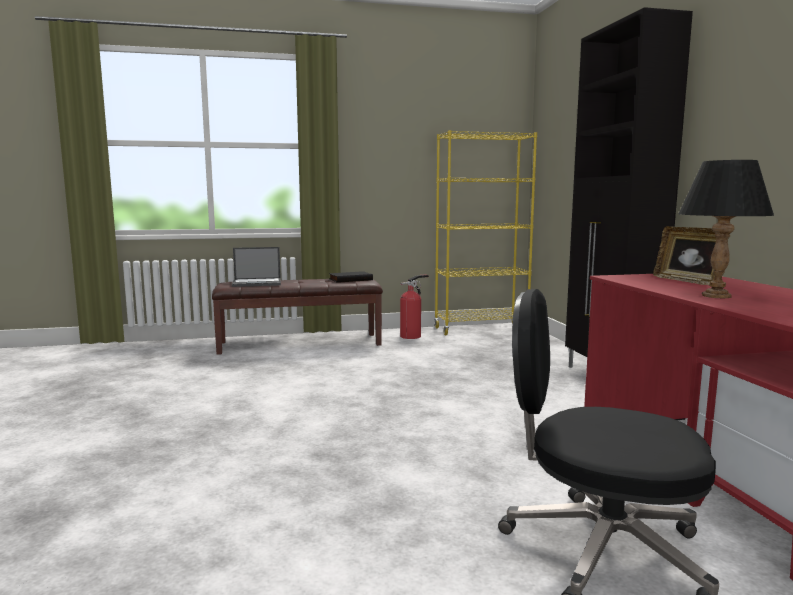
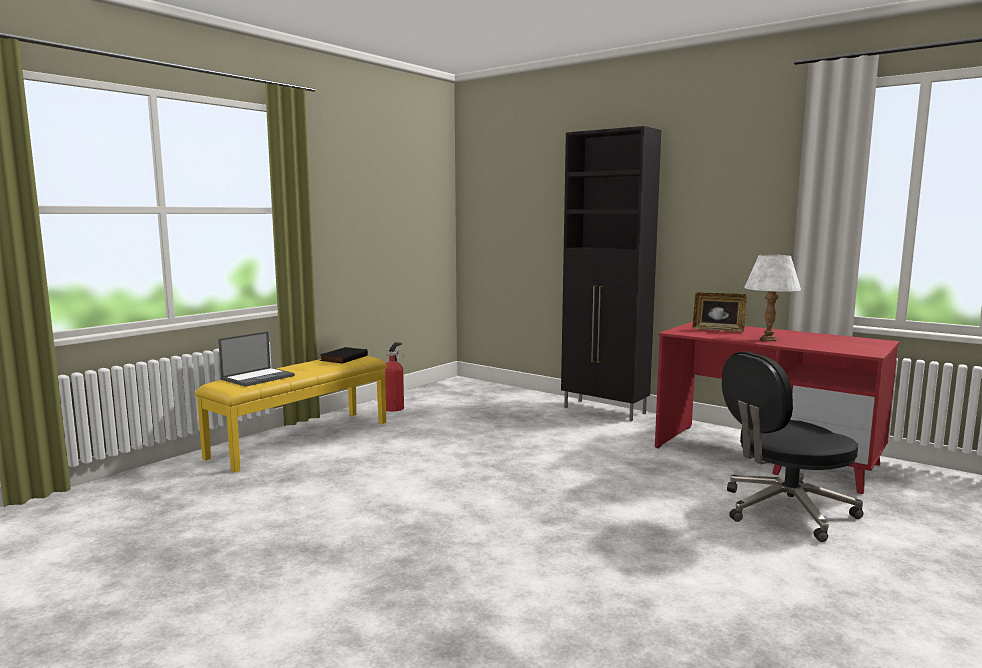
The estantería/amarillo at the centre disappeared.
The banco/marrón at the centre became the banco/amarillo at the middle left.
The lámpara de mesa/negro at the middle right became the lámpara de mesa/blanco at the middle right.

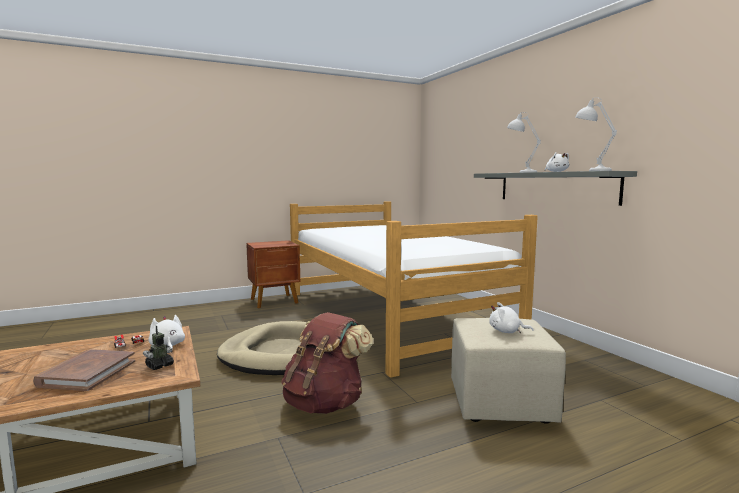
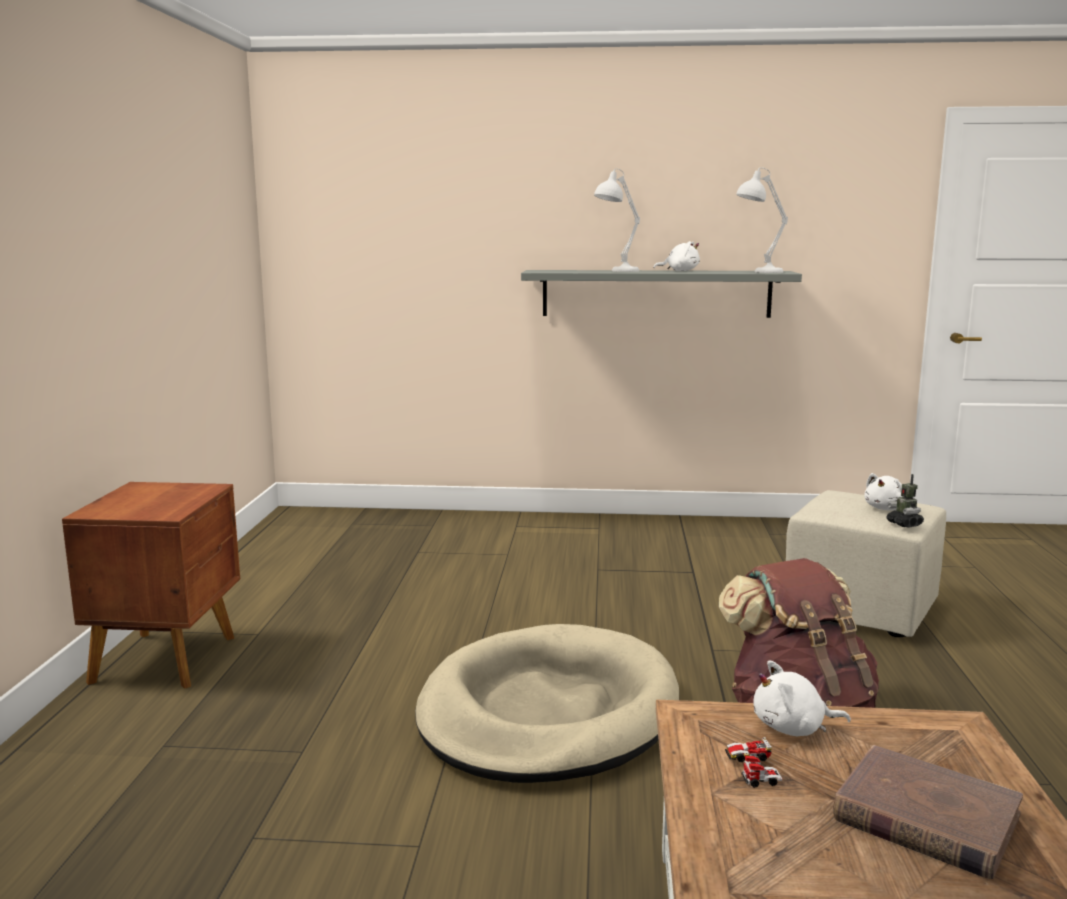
The cama at the centre disappeared.
The robot de juguete moved from the bottom left to the middle right.

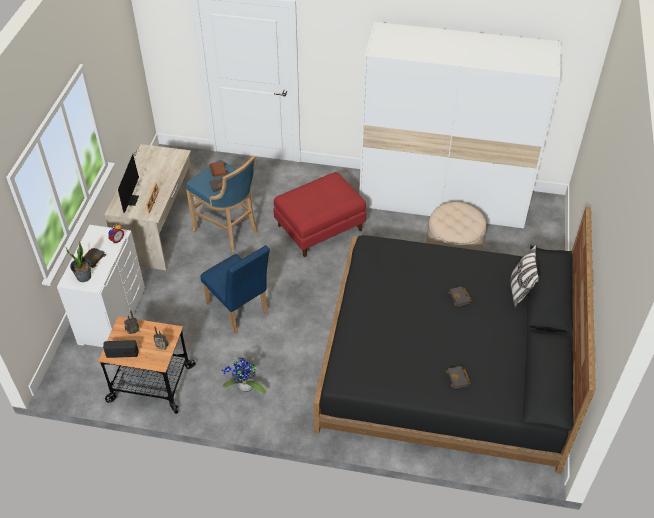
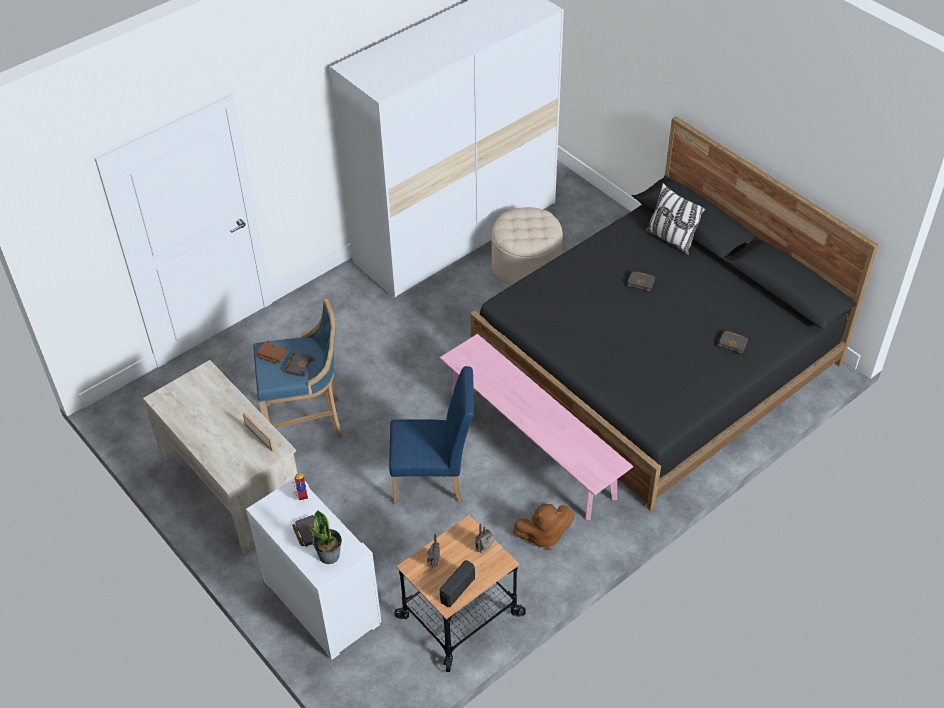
The monitor at the middle left disappeared.
The puf/rojo at the centre disappeared.
The banco/rosa at the centre appeared.
The planta en maceta (no. 2 from left) at the bottom centre was replaced by the peluche/marrón at the bottom centre.

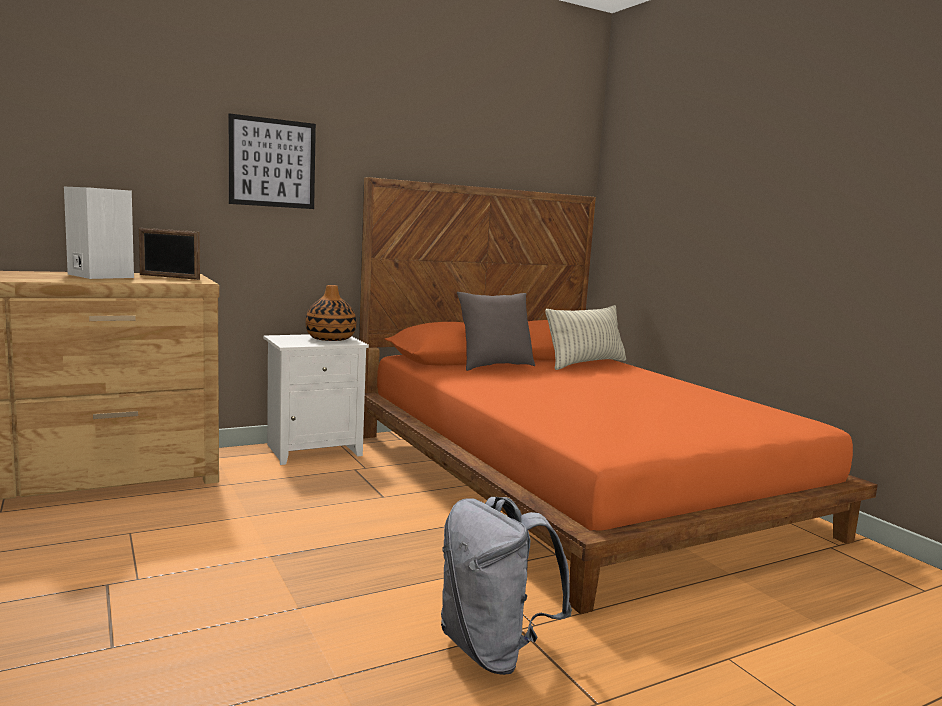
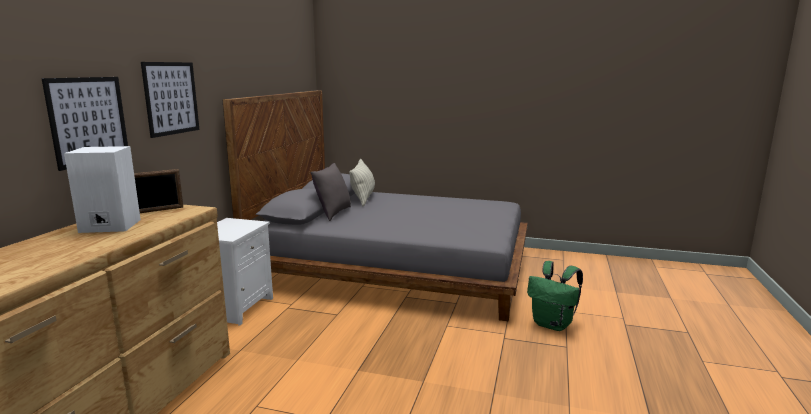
The florero at the centre disappeared.
The mochila/gris at the bottom centre disappeared.
The cuadro (no. 1 from left) at the top left appeared.
The mochila/verde at the bottom right appeared.
The cama/naranja at the centre became the cama/gris at the centre.

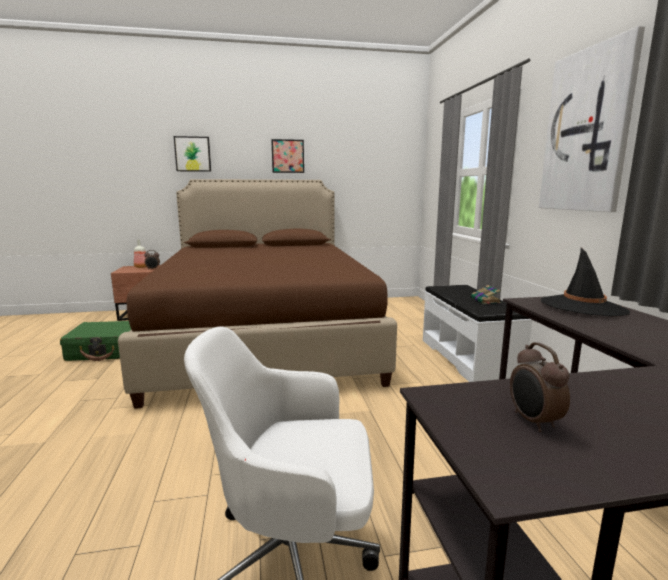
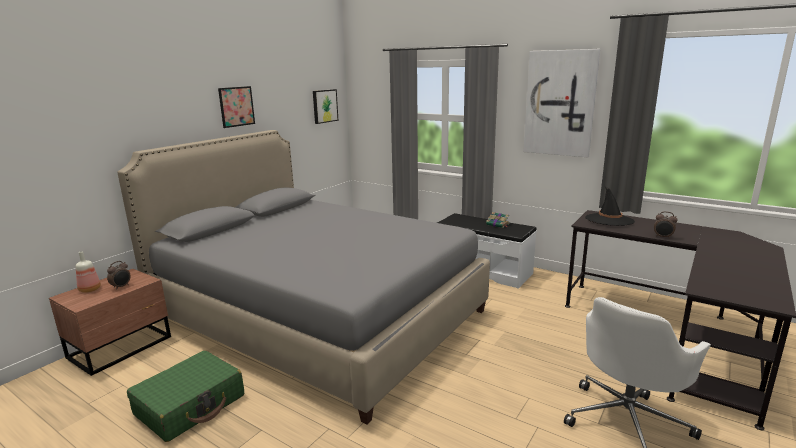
The cuadro (no. 1 from left in the first image) moved from the top left to the top centre.
The despertador (no. 2 from left) moved from the bottom right to the middle right.
The cama/marrón at the centre became the cama/gris at the centre.

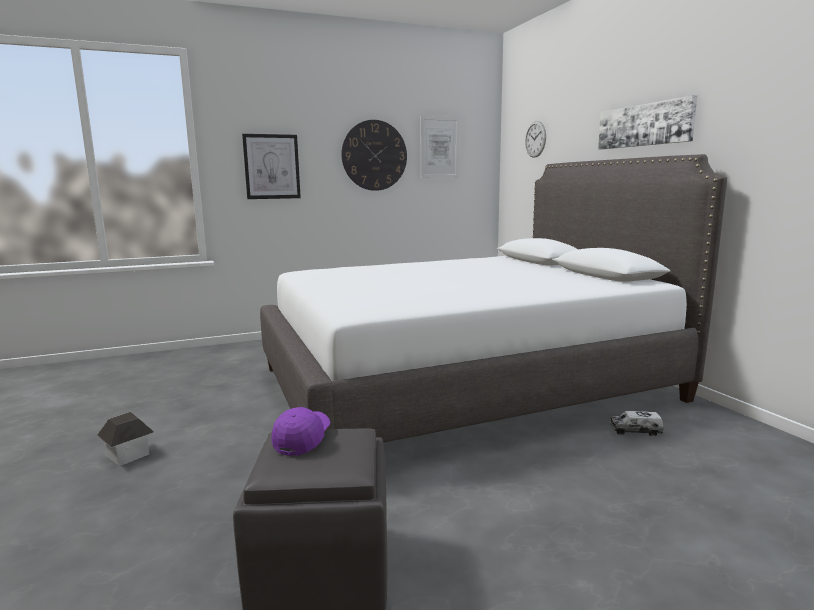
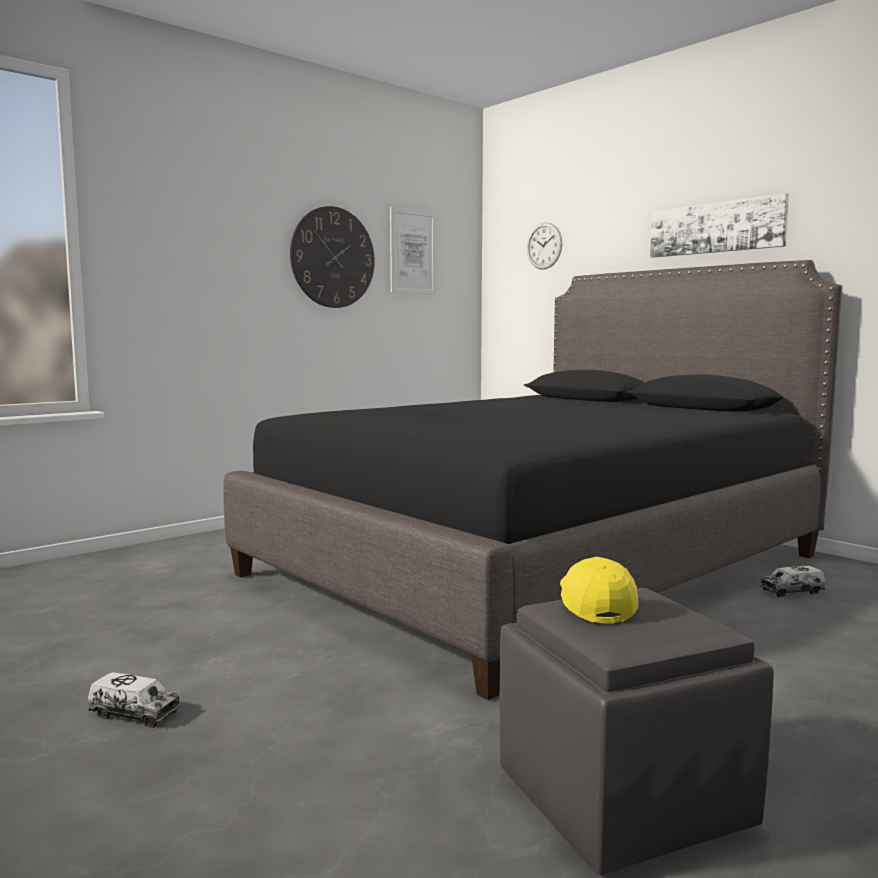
The cuadro (no. 1 from left) at the top left disappeared.
The casita at the bottom left was replaced by the camión de juguete (no. 1 from left) at the bottom left.
The cama/blanco at the centre became the cama/negro at the centre.
The gorra/morado at the bottom centre became the gorra/amarillo at the bottom right.

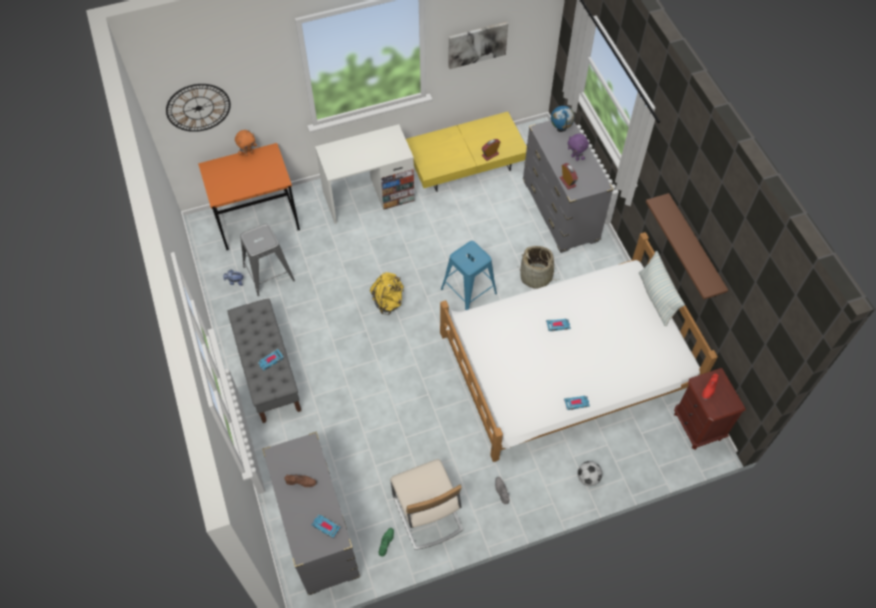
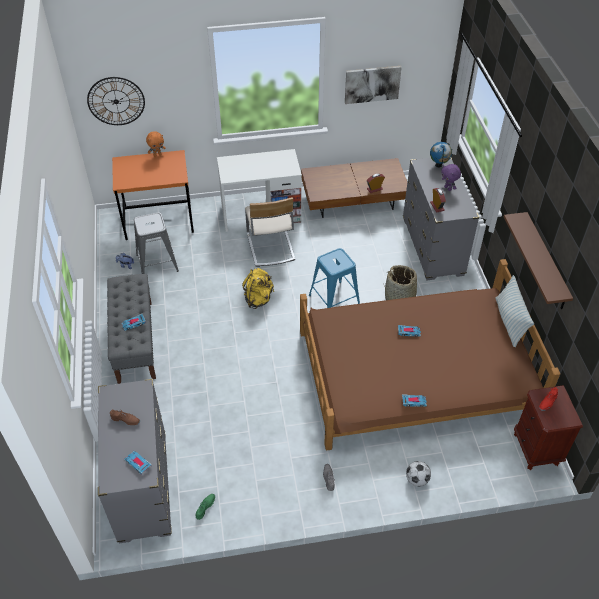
The silla/beis moved from the bottom centre to the centre.
The mesa de centro/amarillo at the top centre became the mesa de centro/marrón at the top centre.
The cama/blanco at the centre became the cama/marrón at the middle right.

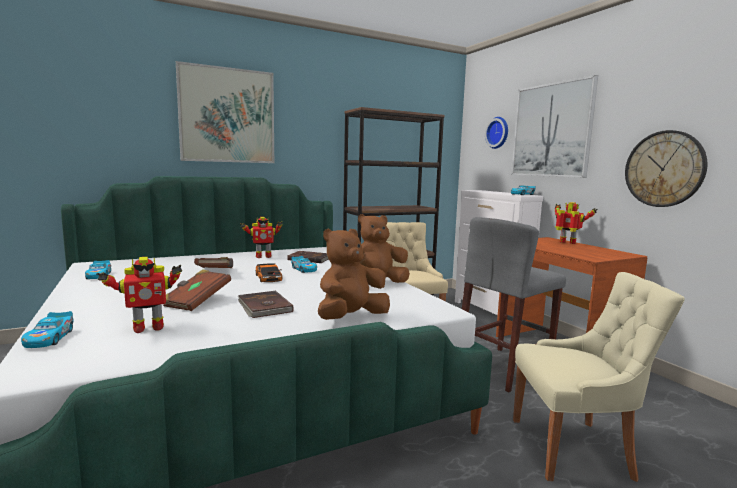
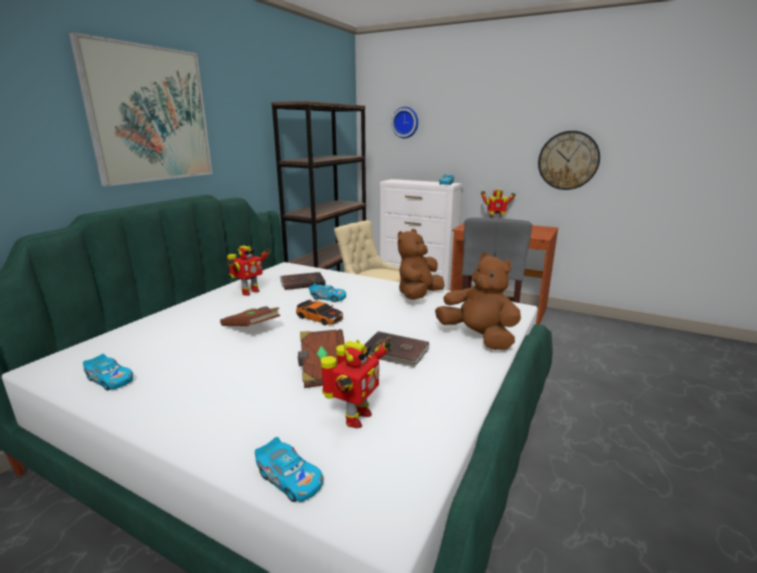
The cuadro (no. 2 from left) at the top right disappeared.
The silla/beis (no. 2 from left) at the bottom right disappeared.
The peluche/marrón (no. 1 from left in the first image) at the centre turned 120 degrees clockwise.

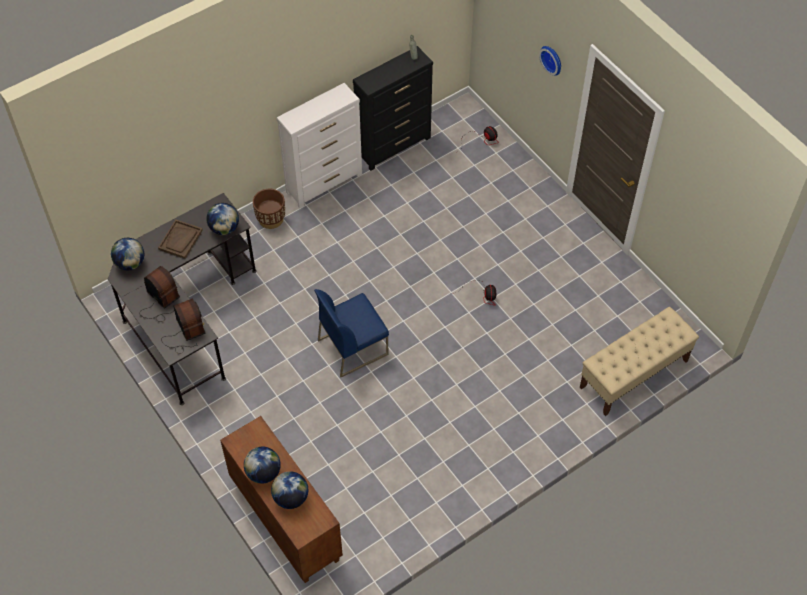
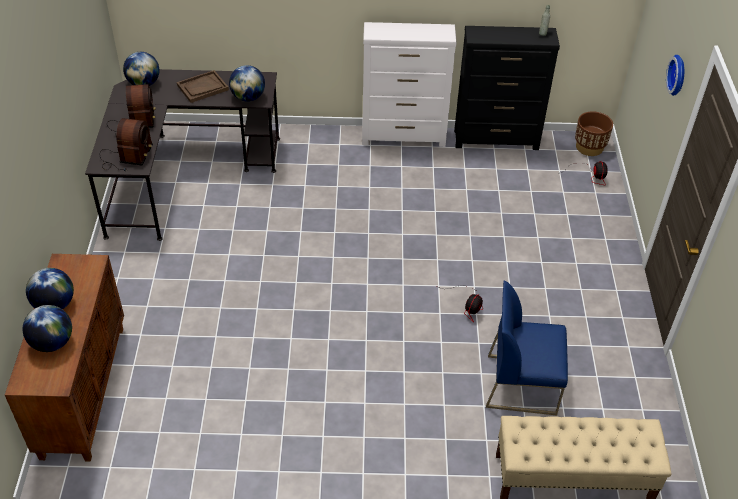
The maceta/marrón moved from the centre to the top right.
The silla/azul moved from the centre to the bottom right.

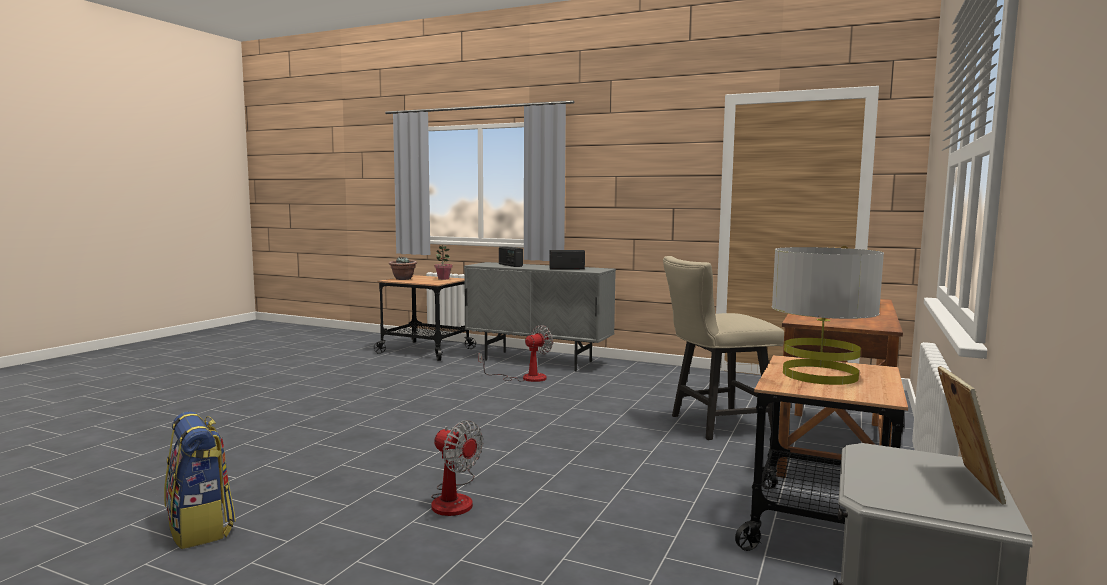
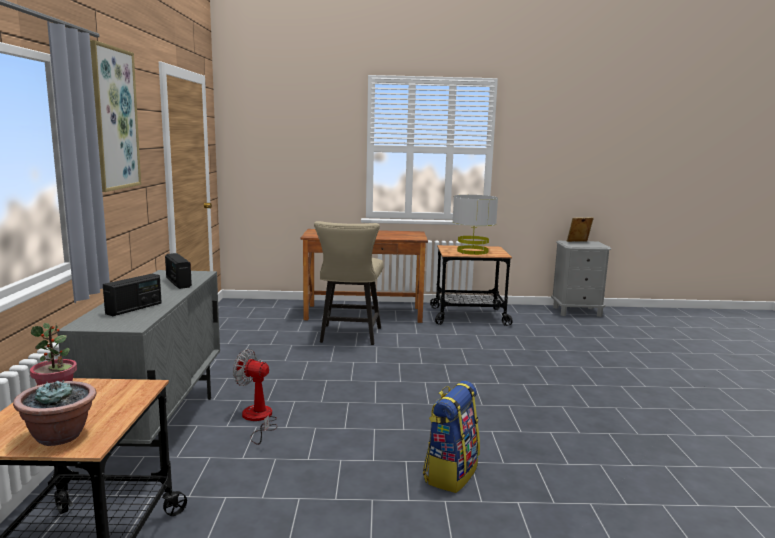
The ventilador (no. 1 from left) at the bottom centre disappeared.
The cuadro at the top left appeared.
The mochila moved from the bottom left to the bottom centre.
The silla/beis at the centre turned 45 degrees clockwise.

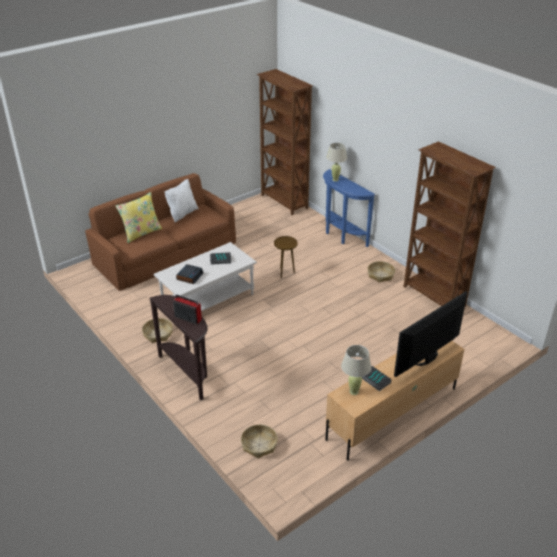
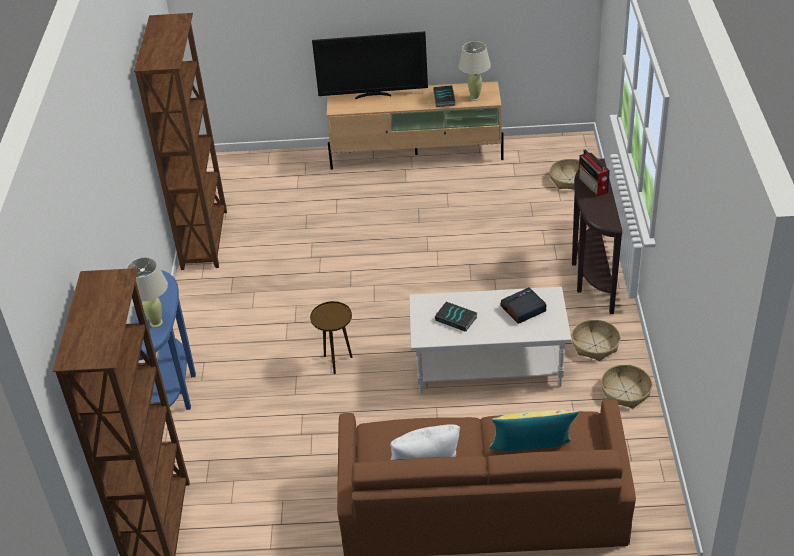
The cesta (no. 3 from left) moved from the middle right to the bottom right.

